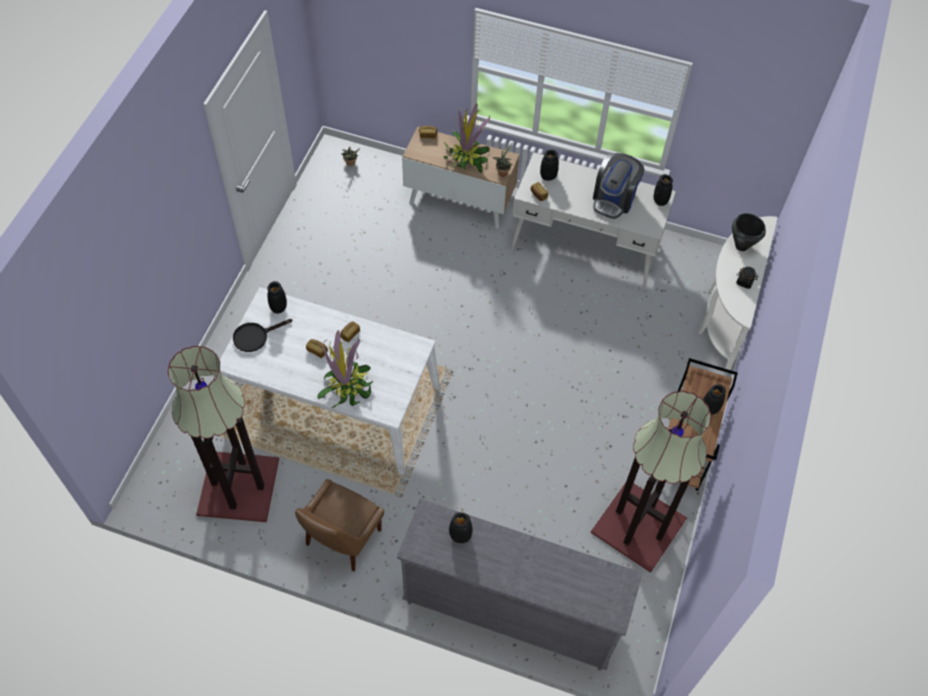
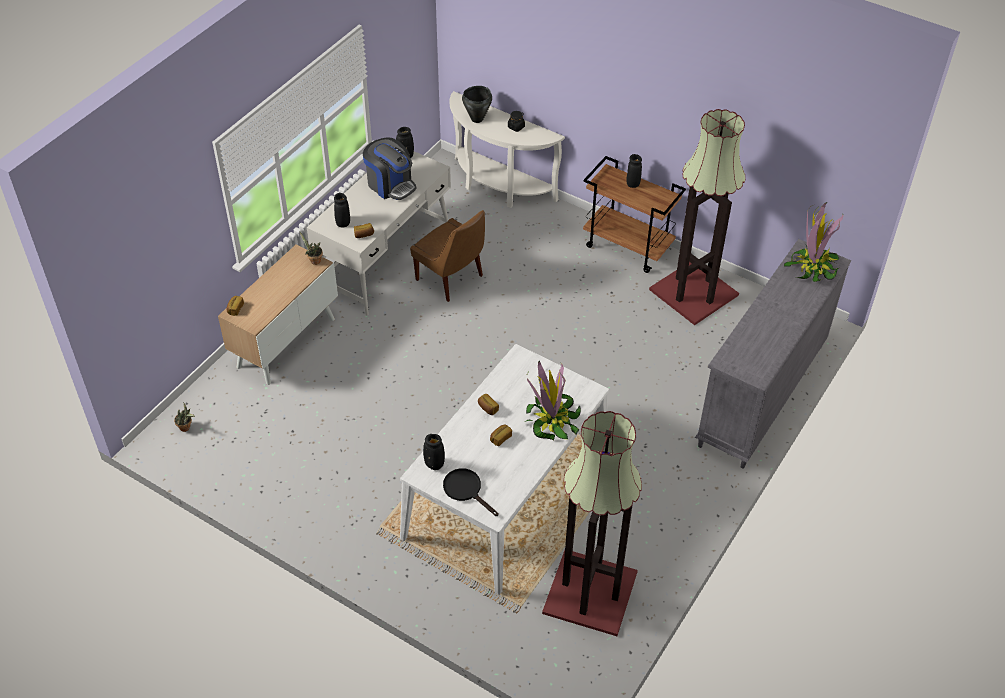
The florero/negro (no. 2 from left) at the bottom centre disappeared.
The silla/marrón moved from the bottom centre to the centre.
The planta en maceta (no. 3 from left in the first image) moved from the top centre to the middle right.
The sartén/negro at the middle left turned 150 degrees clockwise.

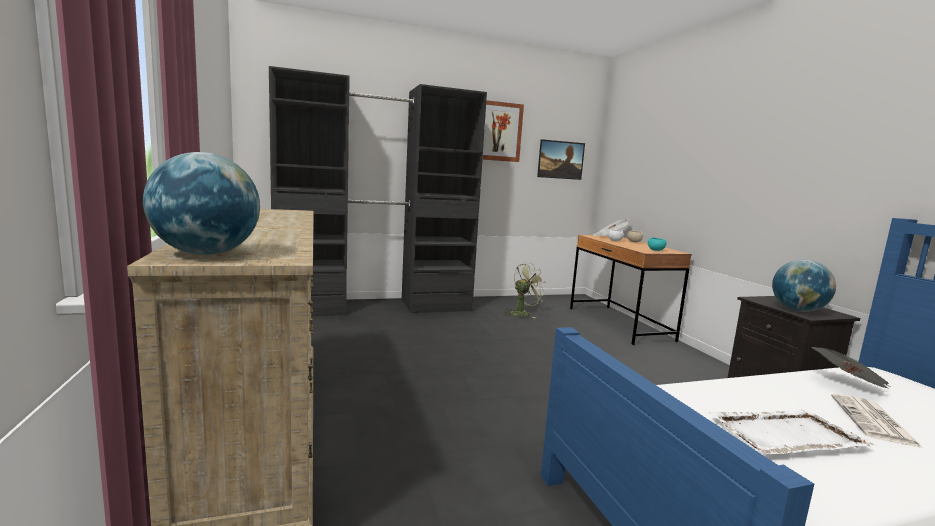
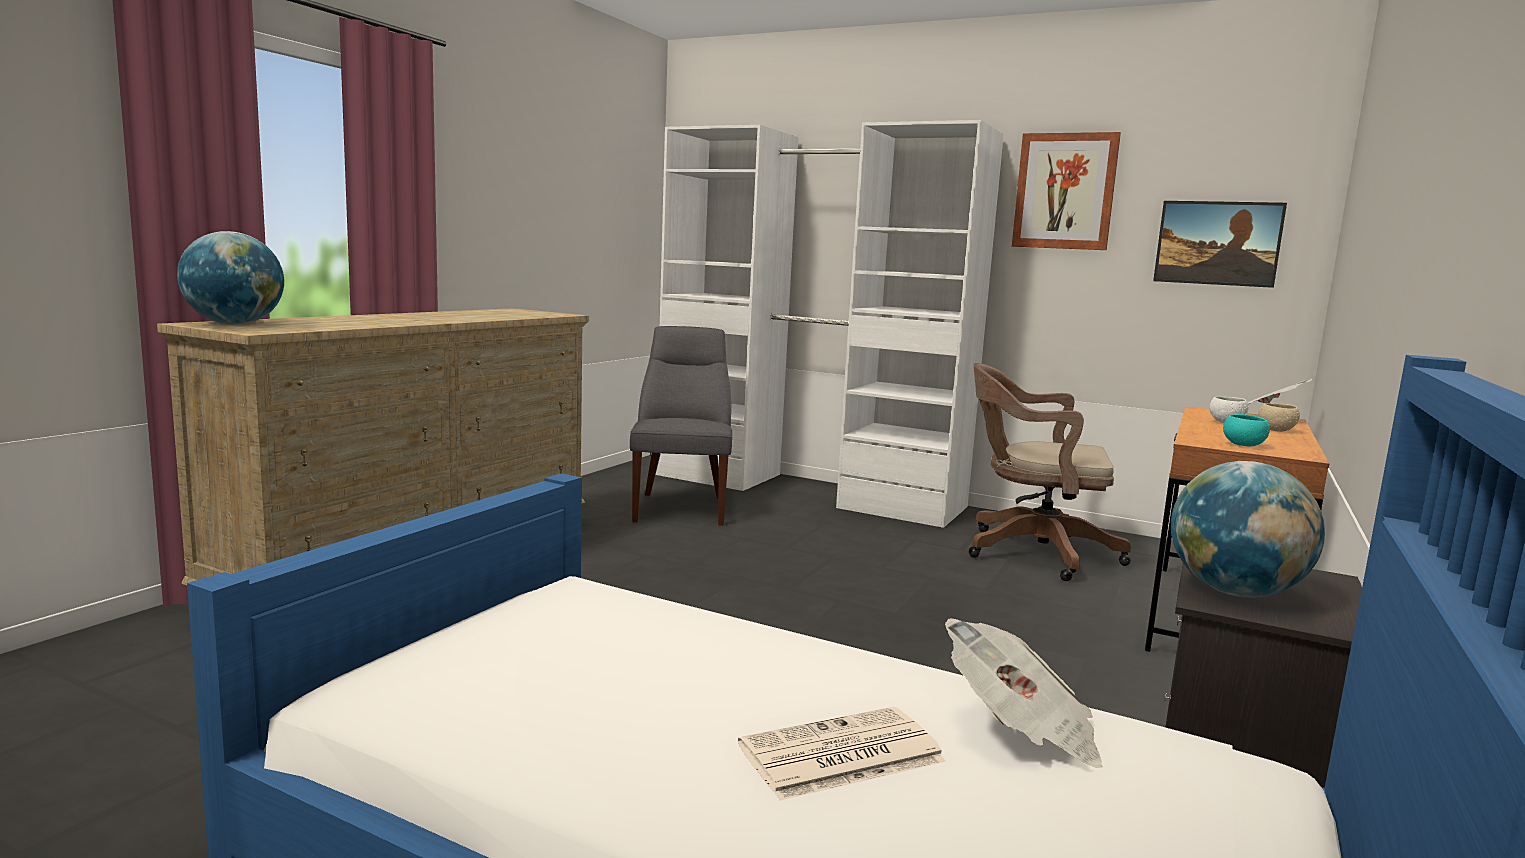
The bandeja/blanco at the bottom right disappeared.
The silla/gris at the centre appeared.
The ventilador/verde at the centre was replaced by the silla de oficina/marrón at the middle right.
The armario ropero/negro at the centre became the armario ropero/blanco at the centre.

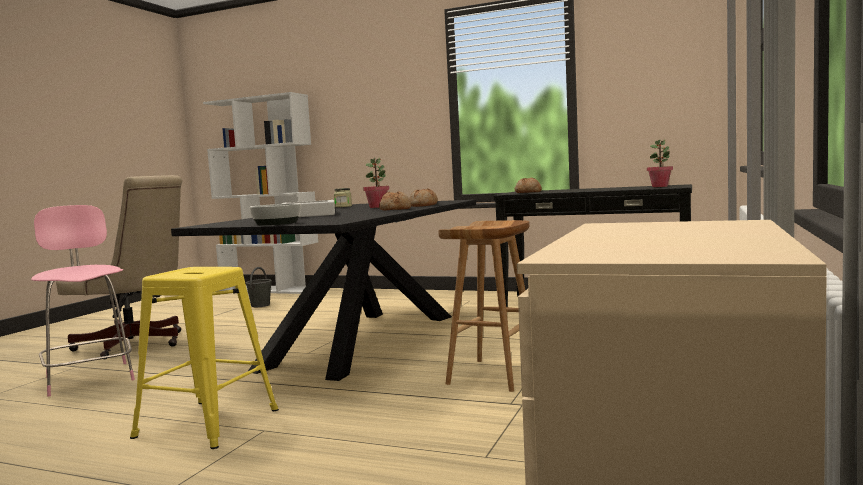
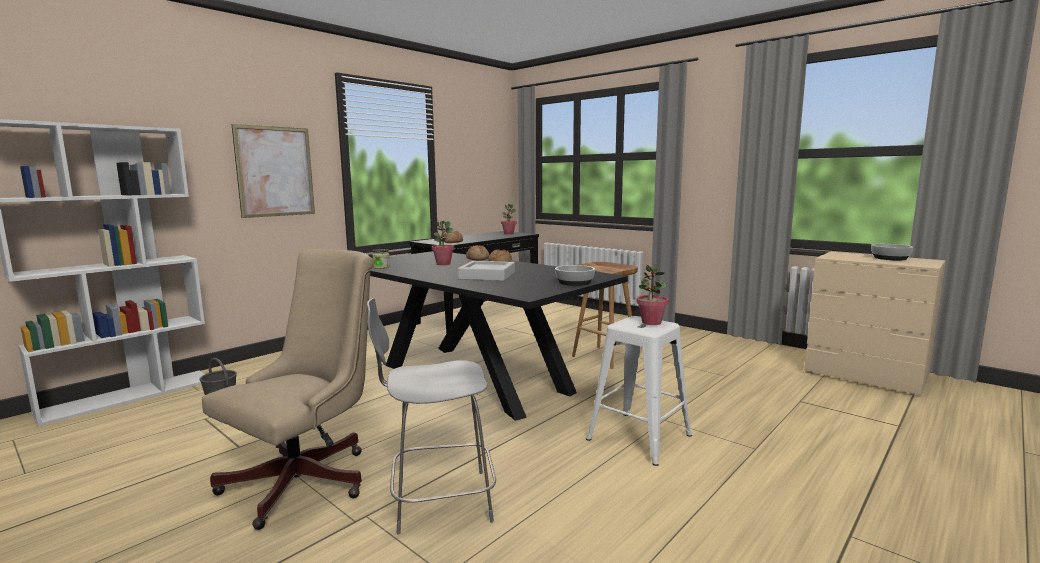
The cuadro at the top left appeared.
The planta en maceta (no. 3 from left) at the centre appeared.
The cuenco (no. 2 from left) at the middle right appeared.
The silla/rosa at the middle left became the silla/gris at the bottom centre.
The taburete/amarillo at the bottom left became the taburete/blanco at the bottom centre.

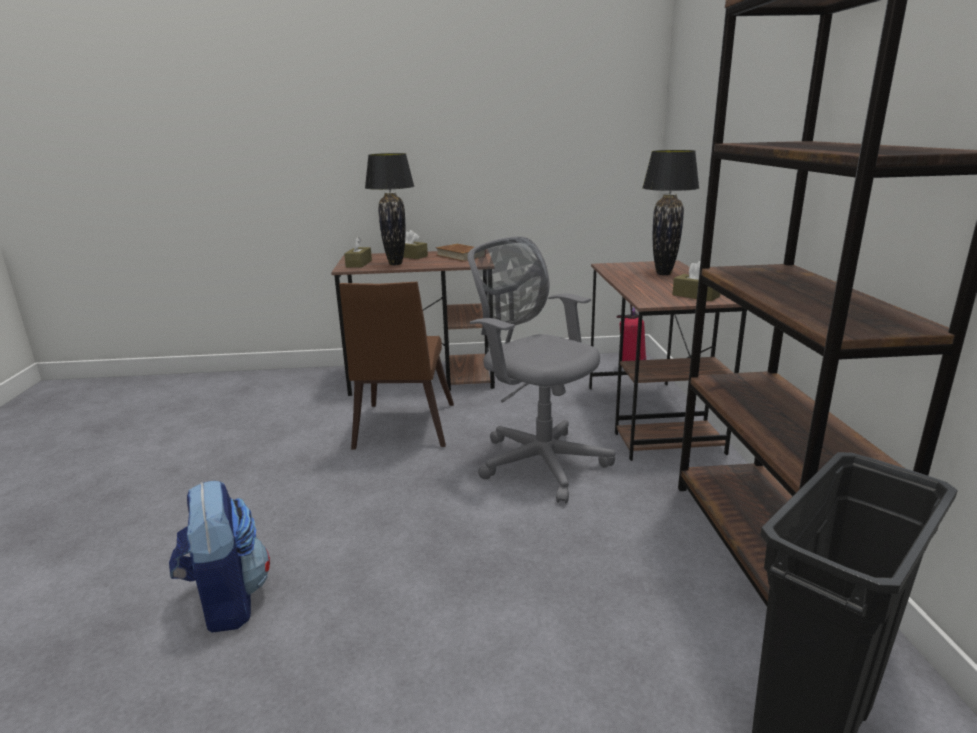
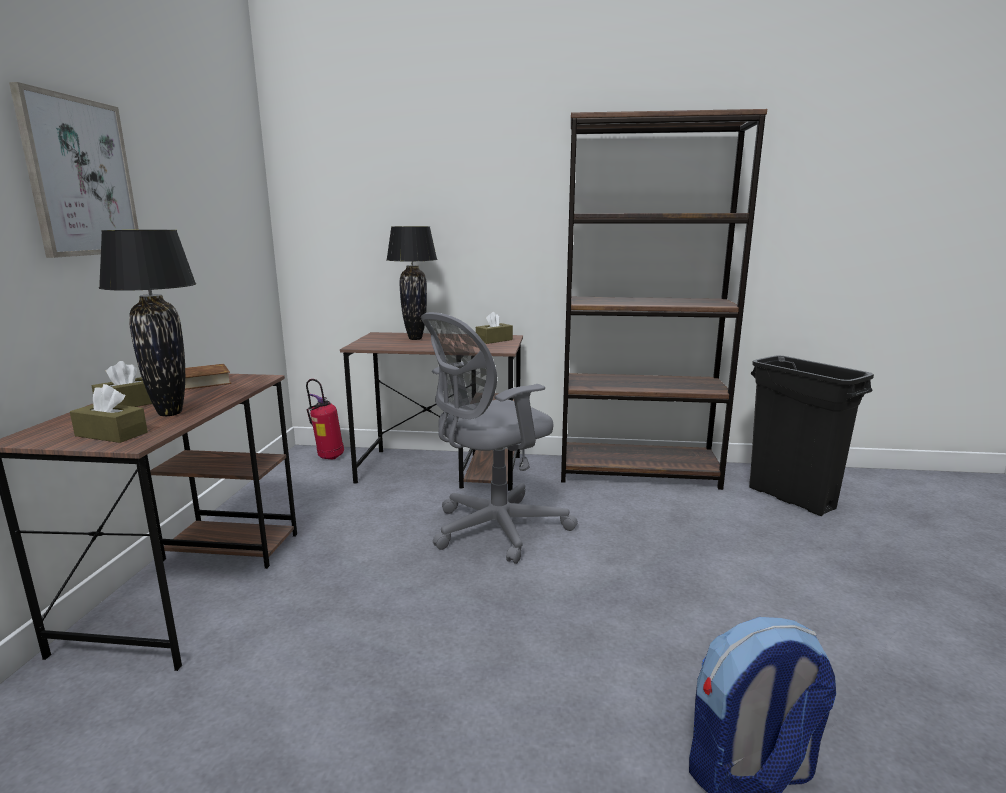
The silla/marrón at the centre disappeared.
The cuadro at the top left appeared.

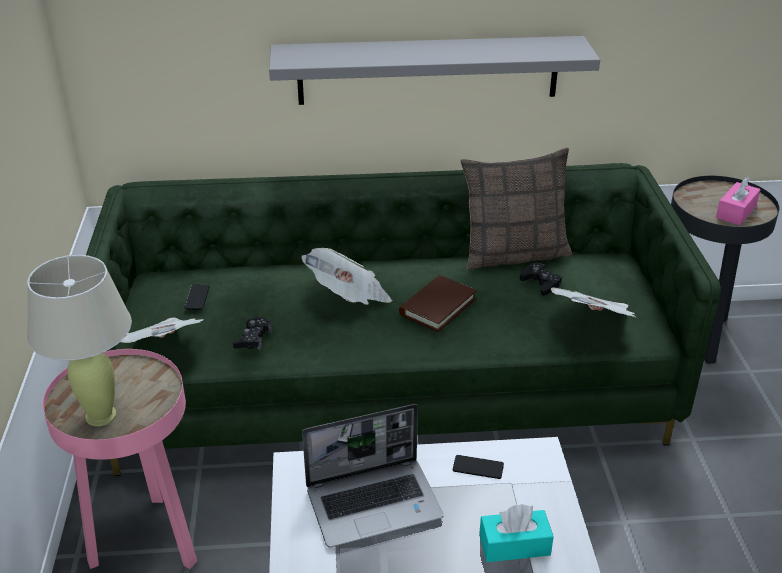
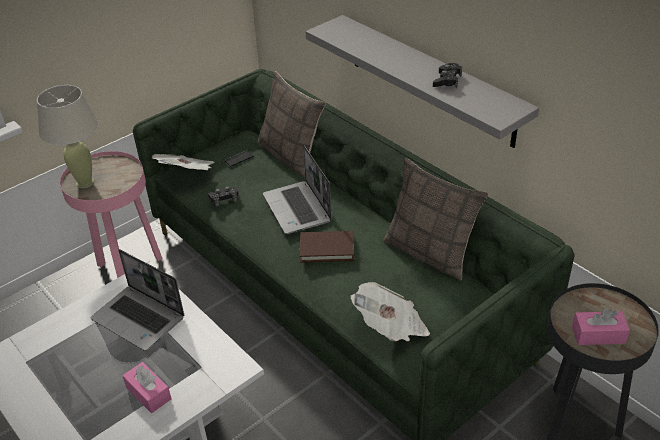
The móvil (no. 2 from left) at the bottom centre disappeared.
The cojín (no. 1 from left) at the top centre appeared.
The mando de consola/negro (no. 2 from left) moved from the middle right to the top right.
The periódico (no. 2 from left) at the centre was replaced by the portátil (no. 2 from left) at the centre.
The caja de pañuelos/turquesa at the bottom centre became the caja de pañuelos/rosa (no. 1 from left) at the bottom left.

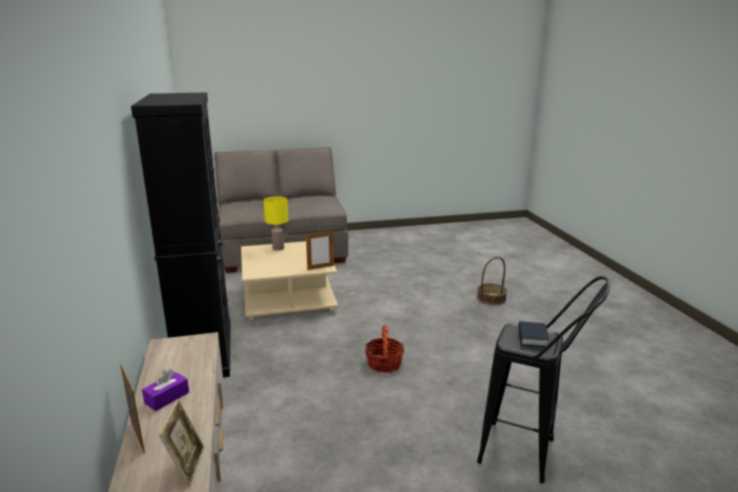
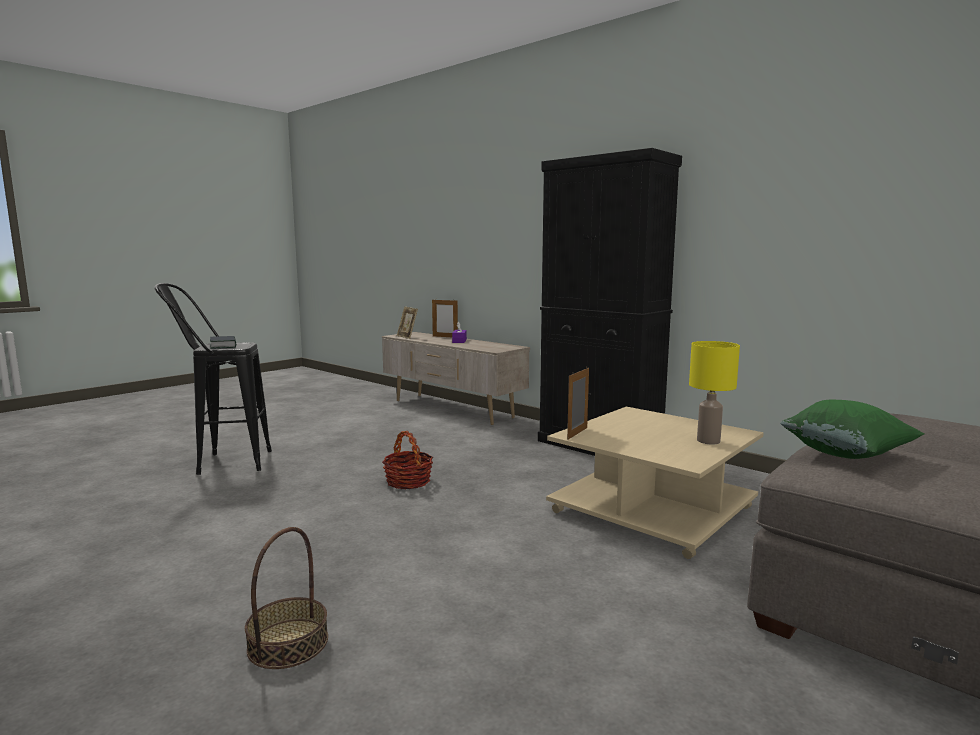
The cojín/verde at the middle right appeared.

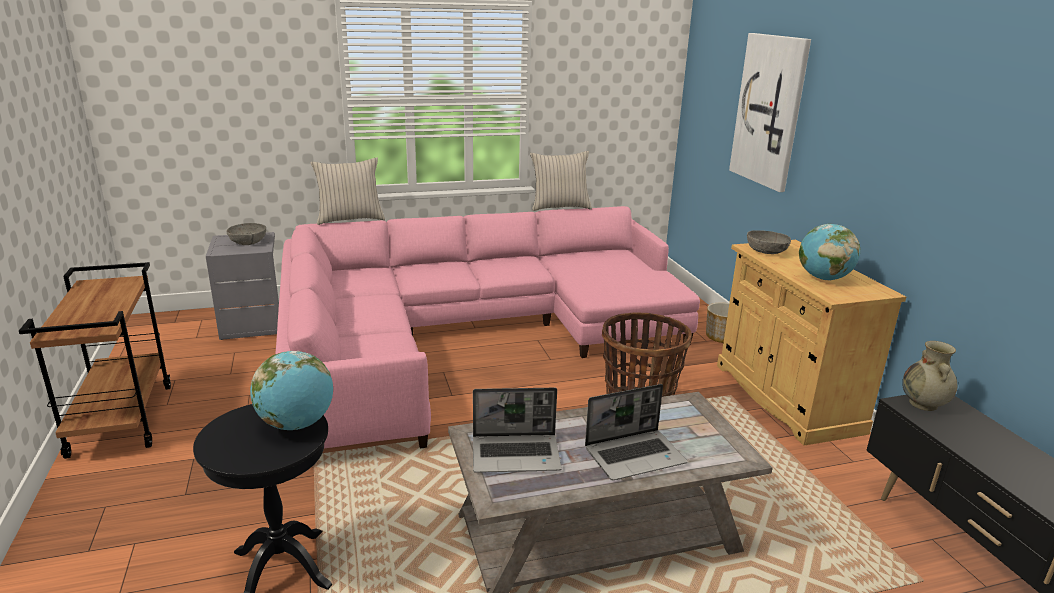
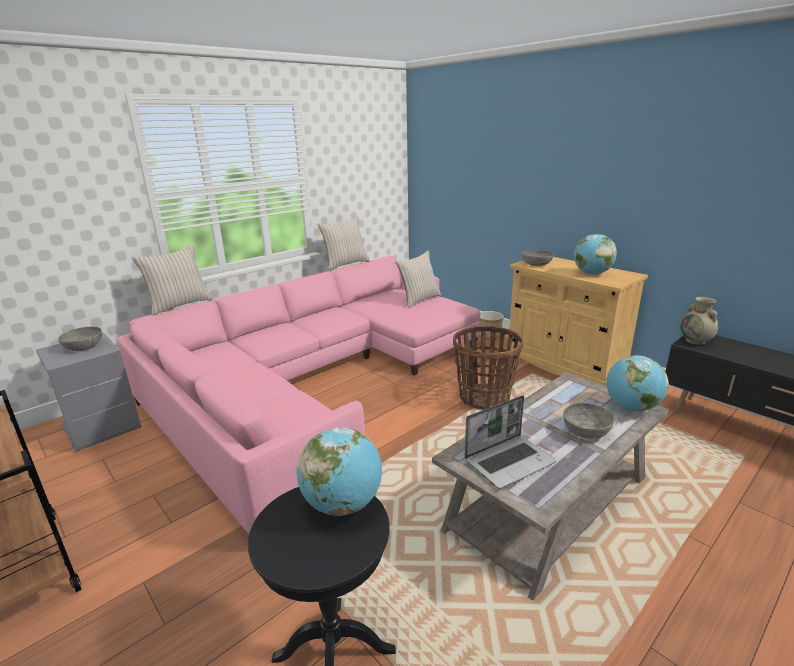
The cuadro at the top right disappeared.
The cojín/beis (no. 3 from left) at the centre appeared.
The globo terráqueo (no. 3 from left) at the middle right appeared.
The portátil (no. 2 from left) at the bottom centre was replaced by the cuenco/gris (no. 3 from left) at the middle right.

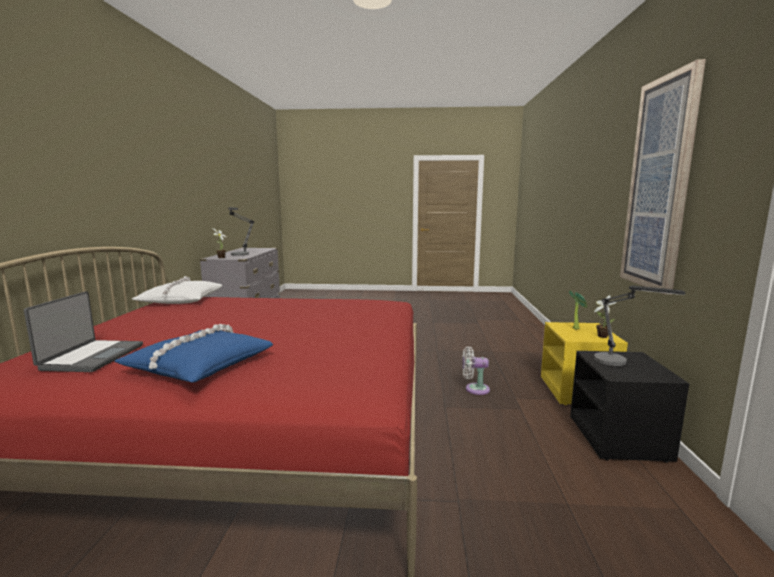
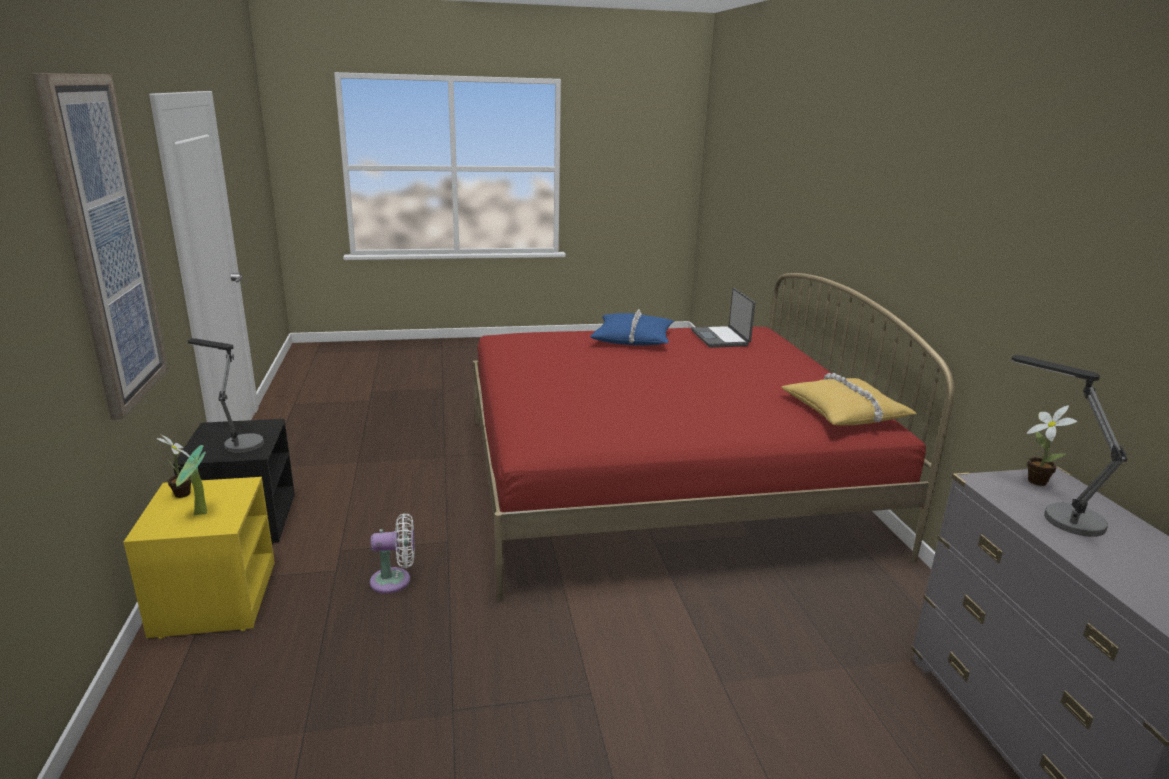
The cojín/blanco at the middle left became the cojín/amarillo at the middle right.

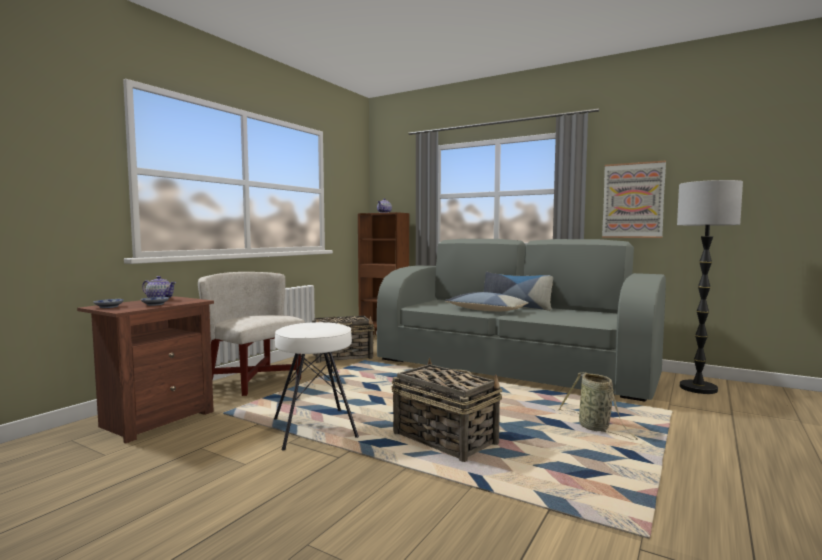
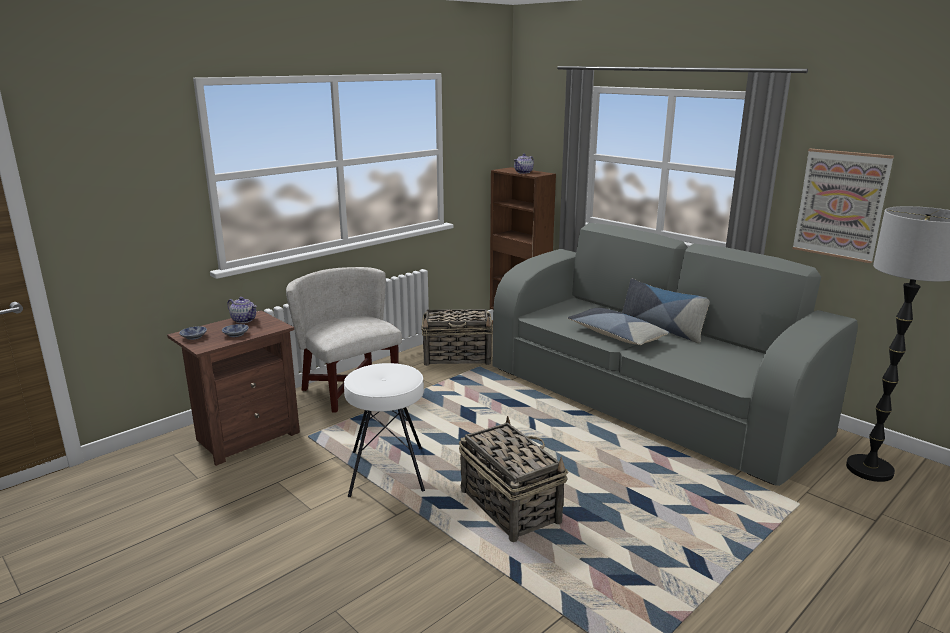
The cesta (no. 3 from left) at the bottom right disappeared.

